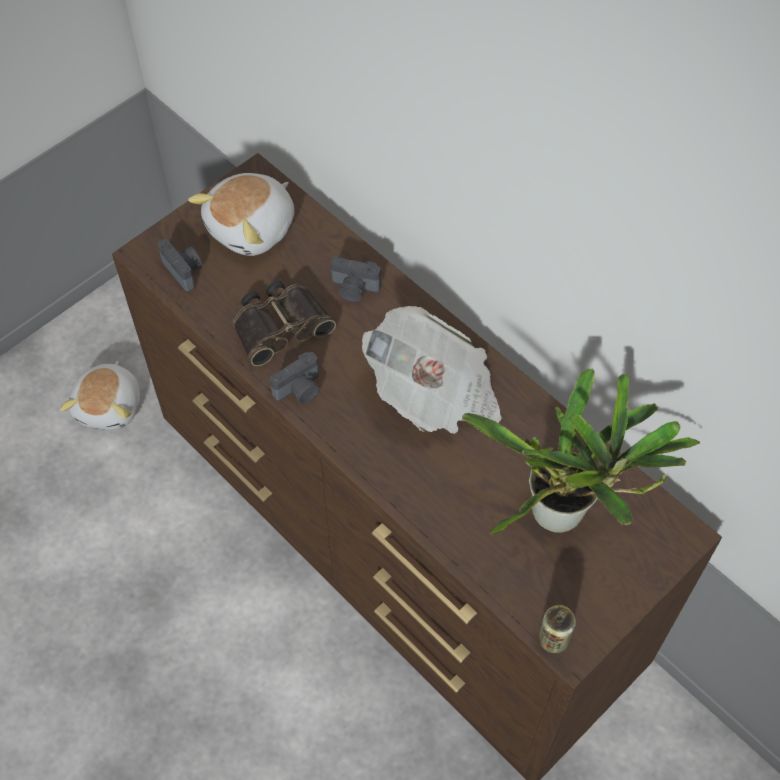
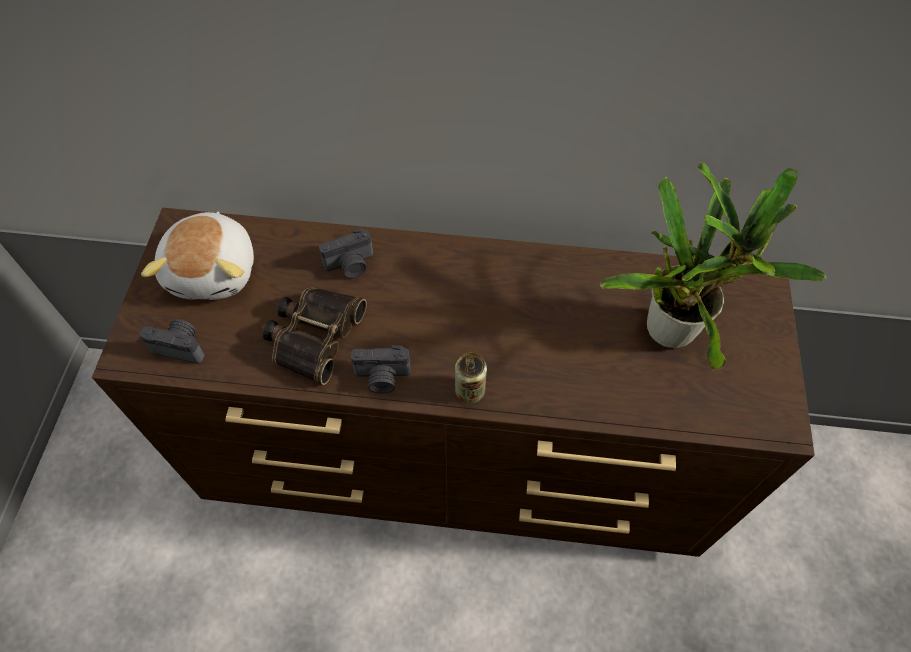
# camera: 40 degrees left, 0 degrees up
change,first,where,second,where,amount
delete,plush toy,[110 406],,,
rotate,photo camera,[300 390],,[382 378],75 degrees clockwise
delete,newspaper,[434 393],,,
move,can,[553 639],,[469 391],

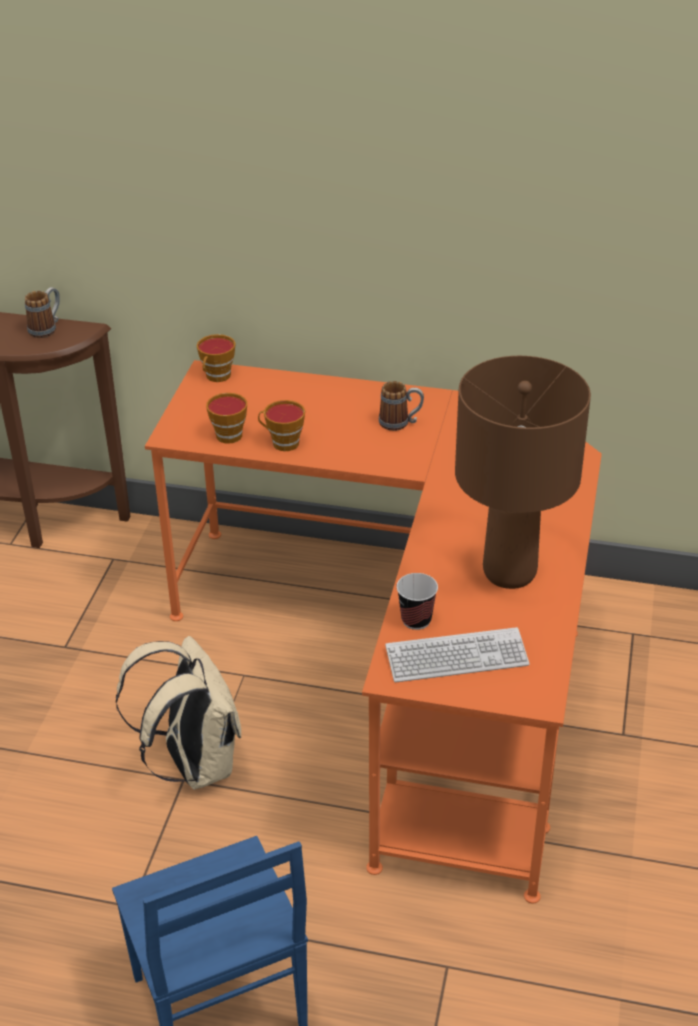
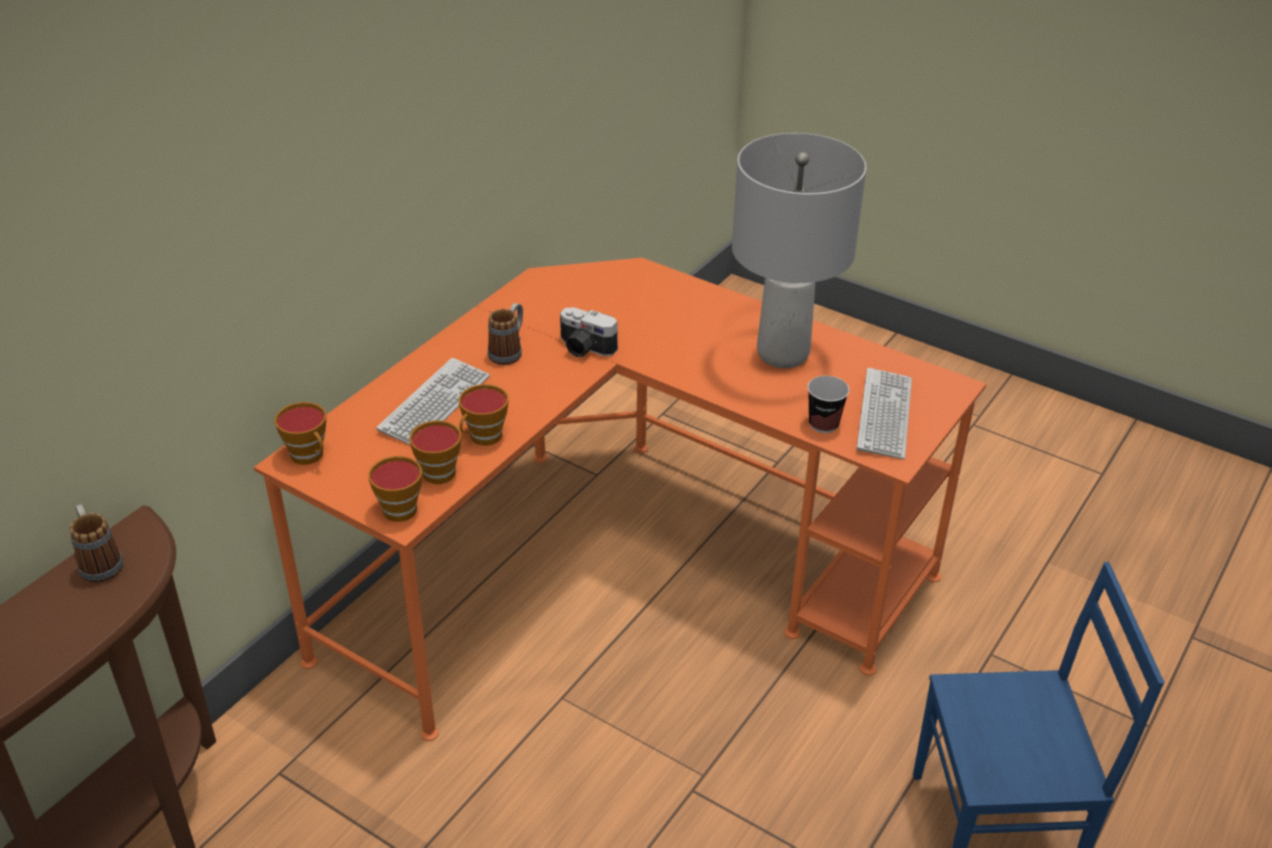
# camera: 70 degrees left, 0 degrees up
change,first,where,second,where,amount
delete,backpack (beige),[193 763],,,
recolor,table lamp (brown),[508 573],table lamp (grey),[783 354],
insert,,,cup,[398 507],
insert,,,keyboard,[434 404],
insert,,,photo camera,[584 348],

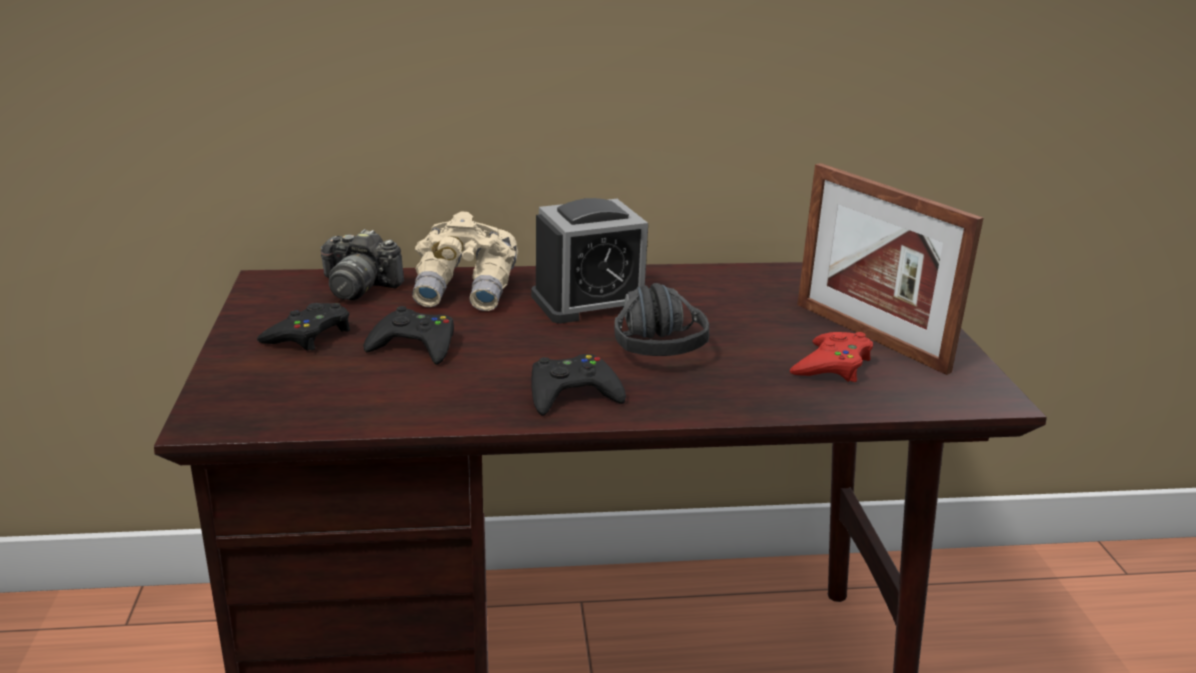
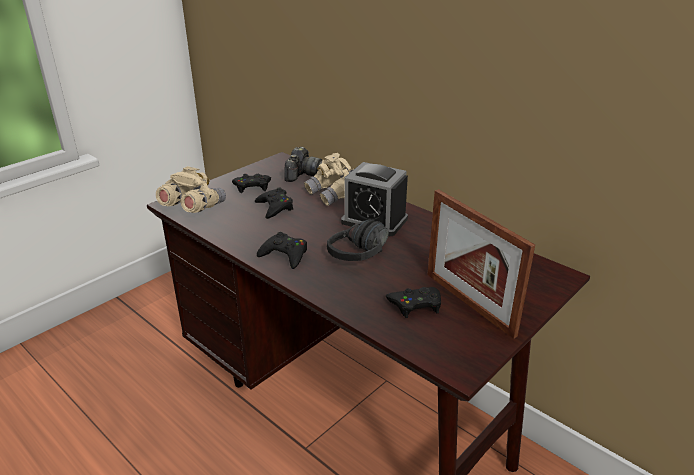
# camera: 50 degrees right, 5 degrees up
change,first,where,second,where,amount
rotate,photo camera,[359 287],,[304 175],135 degrees counterclockwise
recolor,game controller (red),[832 365],game controller (black),[415 305],
rotate,picture frame,[869 336],,[469 303],45 degrees counterclockwise
insert,,,binoculars (beige),[192 208],

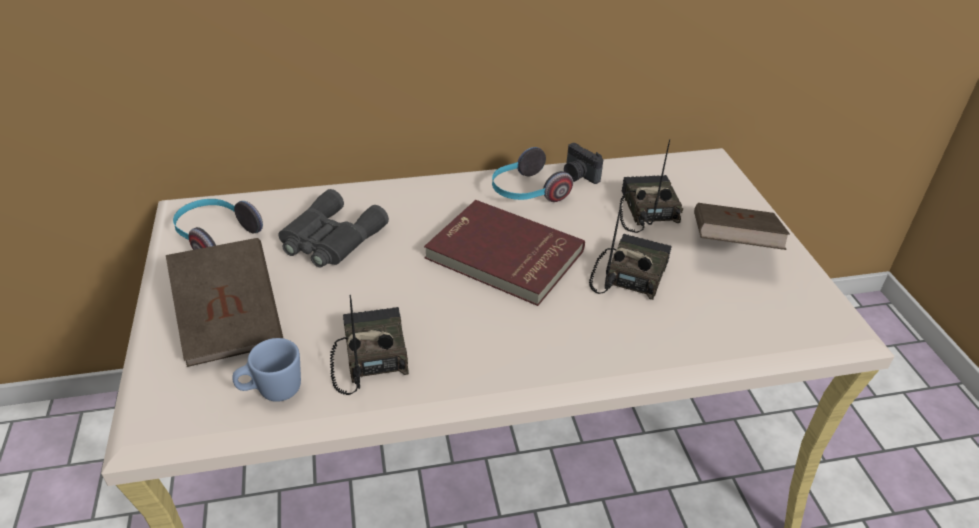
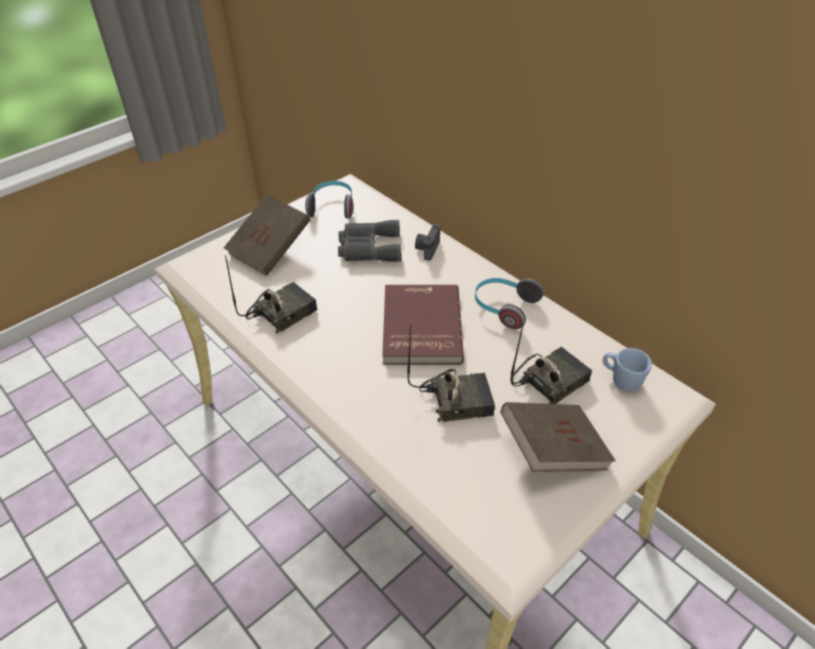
# camera: 60 degrees right, 5 degrees up
change,first,where,second,where,amount
move,mug (blue),[272 391],,[620 380],
move,photo camera,[578 176],,[427 249],

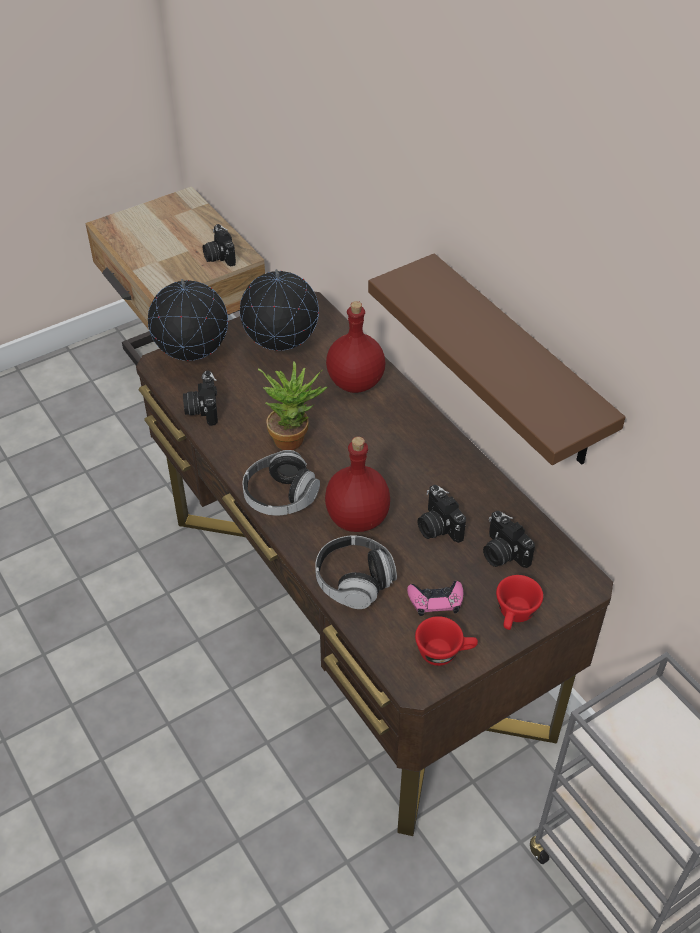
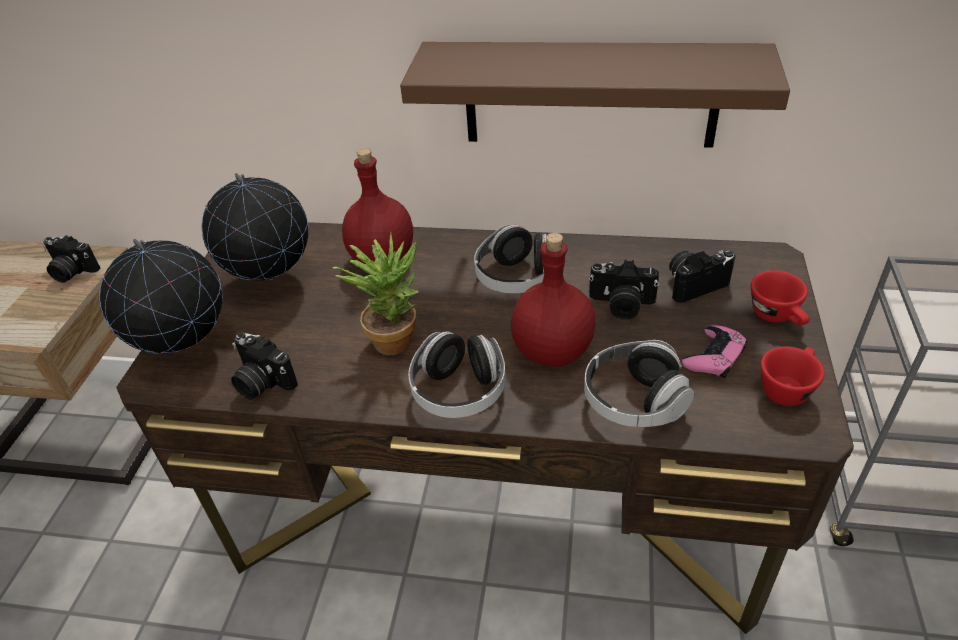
# camera: 45 degrees left, 5 degrees down
change,first,where,second,where,amount
rotate,photo camera,[502 553],,[694 284],150 degrees clockwise
insert,,,headphones,[516 278],

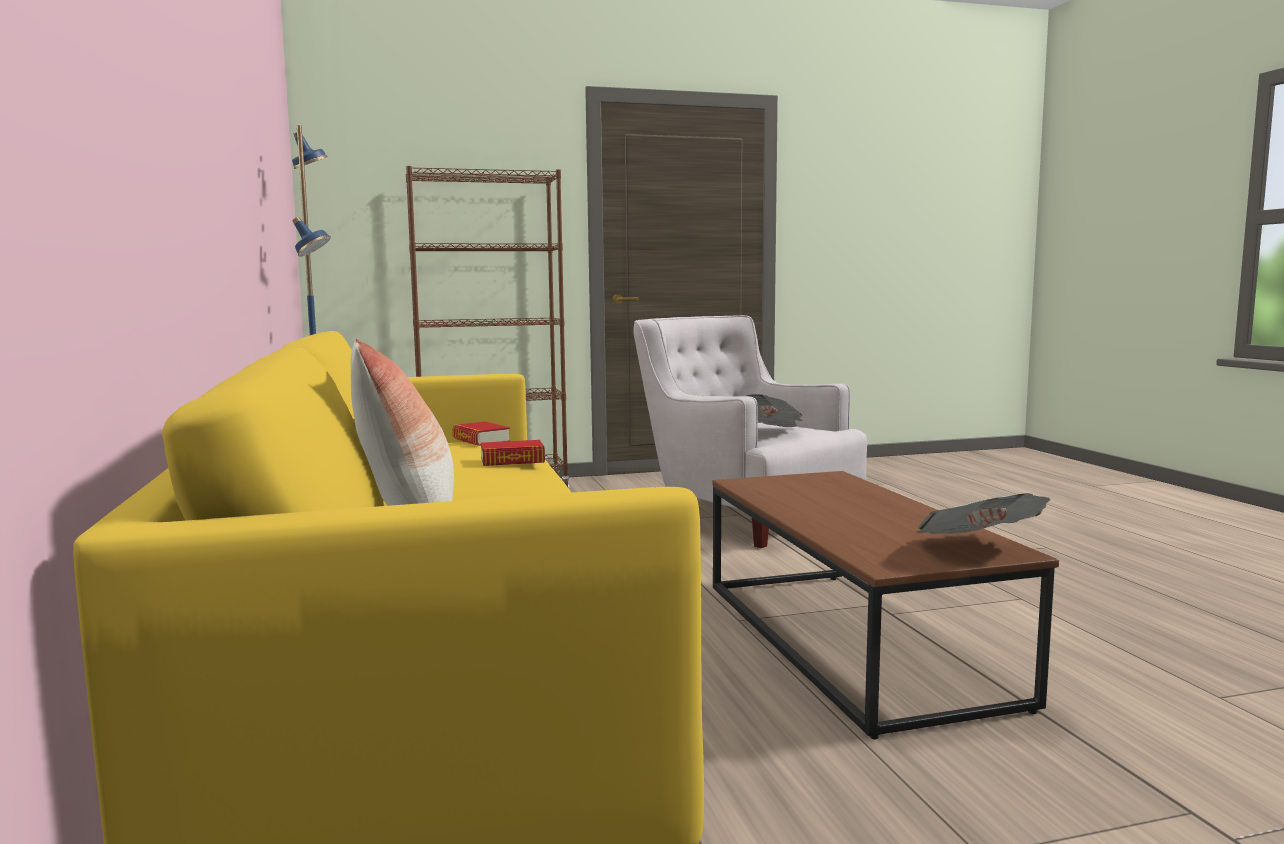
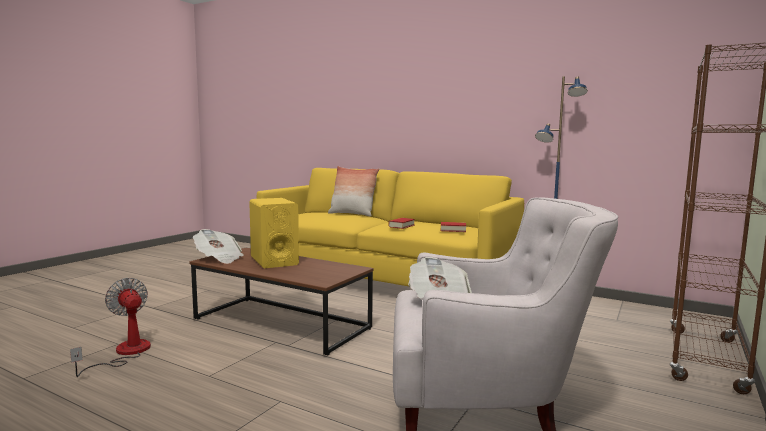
# camera: 135 degrees right, 0 degrees up
change,first,where,second,where,amount
insert,,,fan,[124 353],
insert,,,speaker (yellow),[274 261],

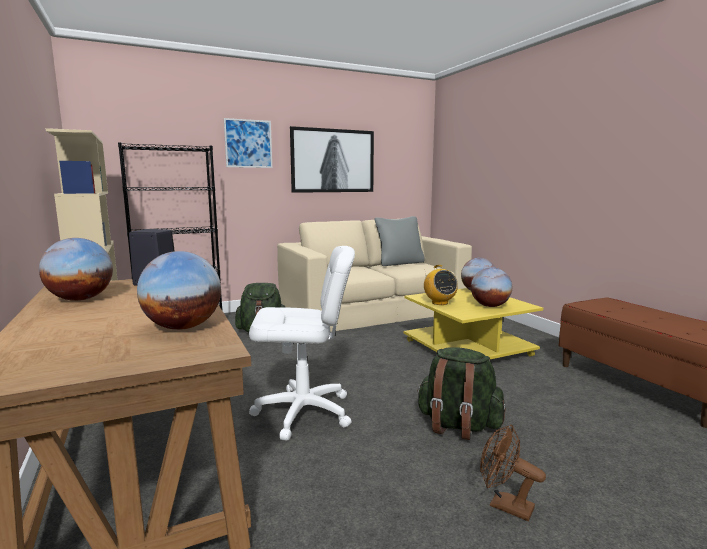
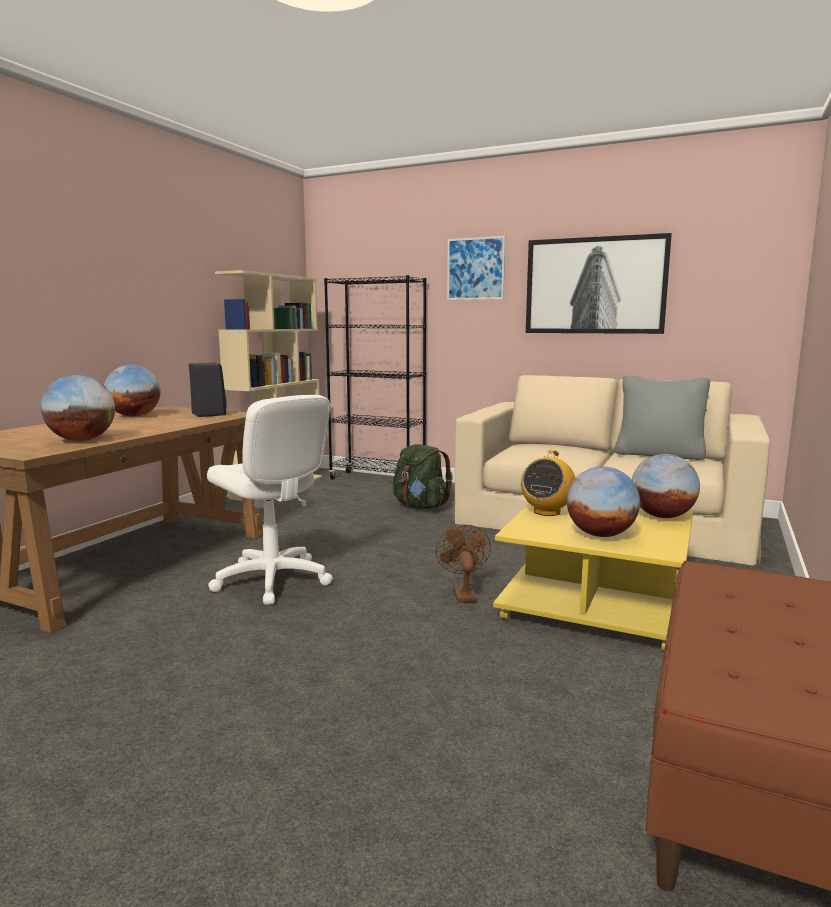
# camera: 50 degrees right, 0 degrees up
change,first,where,second,where,amount
delete,backpack (green),[458 425],,,
move,fan (brown),[504 505],,[463 593],

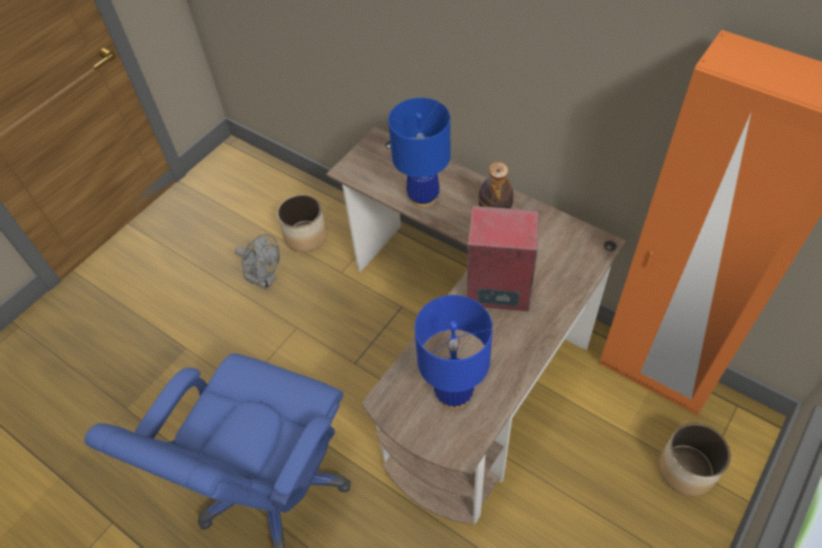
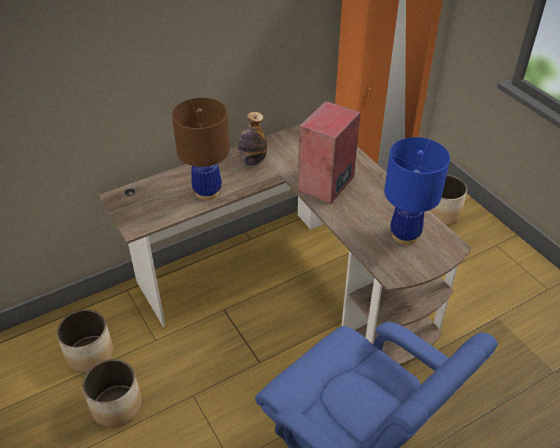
# camera: 70 degrees left, 10 degrees down
change,first,where,second,where,amount
replace,fan (grey),[265 280],planter,[116 406],
recolor,table lamp (blue),[423 198],table lamp (brown),[207 192],

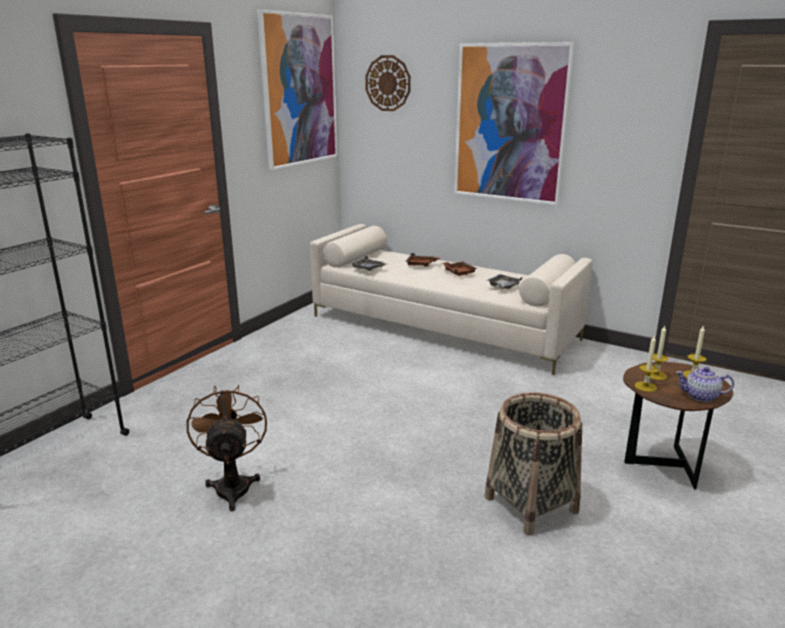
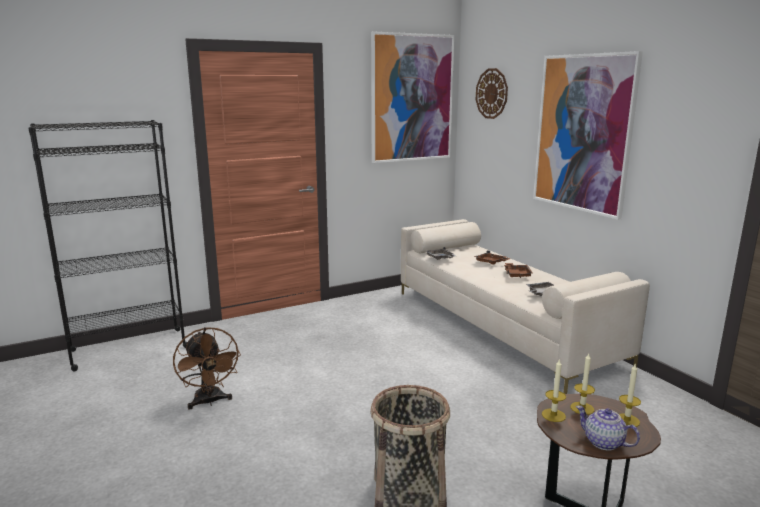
# camera: 30 degrees right, 5 degrees down
change,first,where,second,where,amount
rotate,fan (brown),[233 485],,[209 402],135 degrees clockwise

